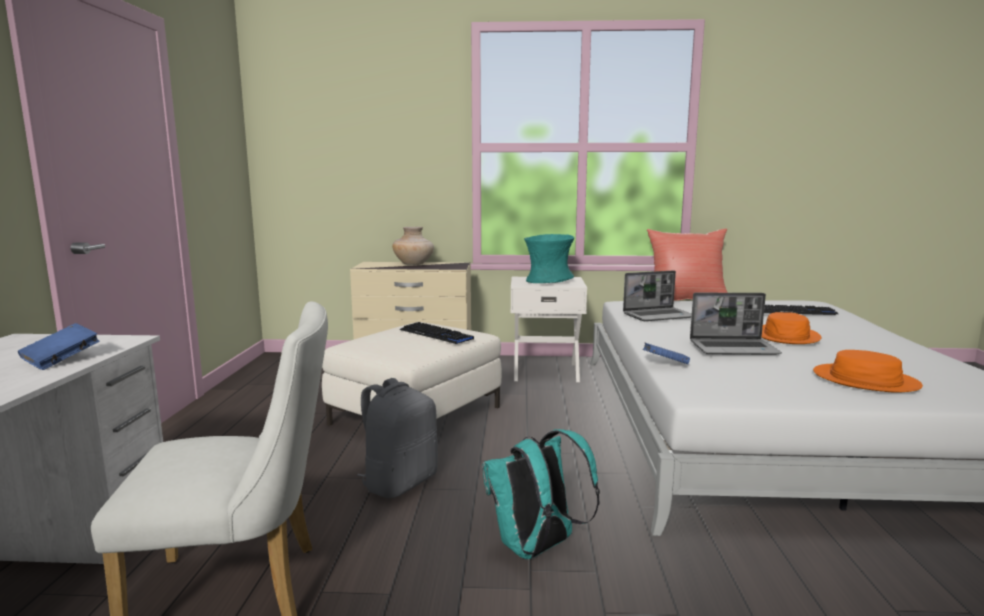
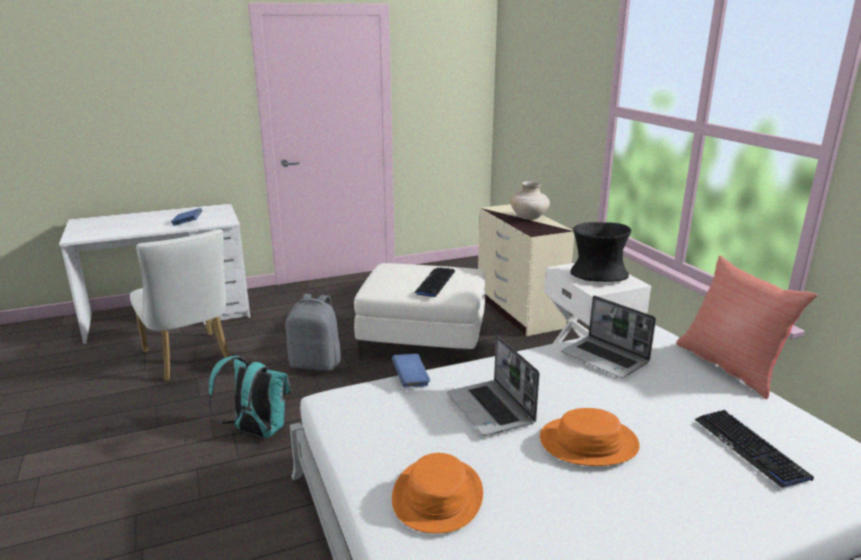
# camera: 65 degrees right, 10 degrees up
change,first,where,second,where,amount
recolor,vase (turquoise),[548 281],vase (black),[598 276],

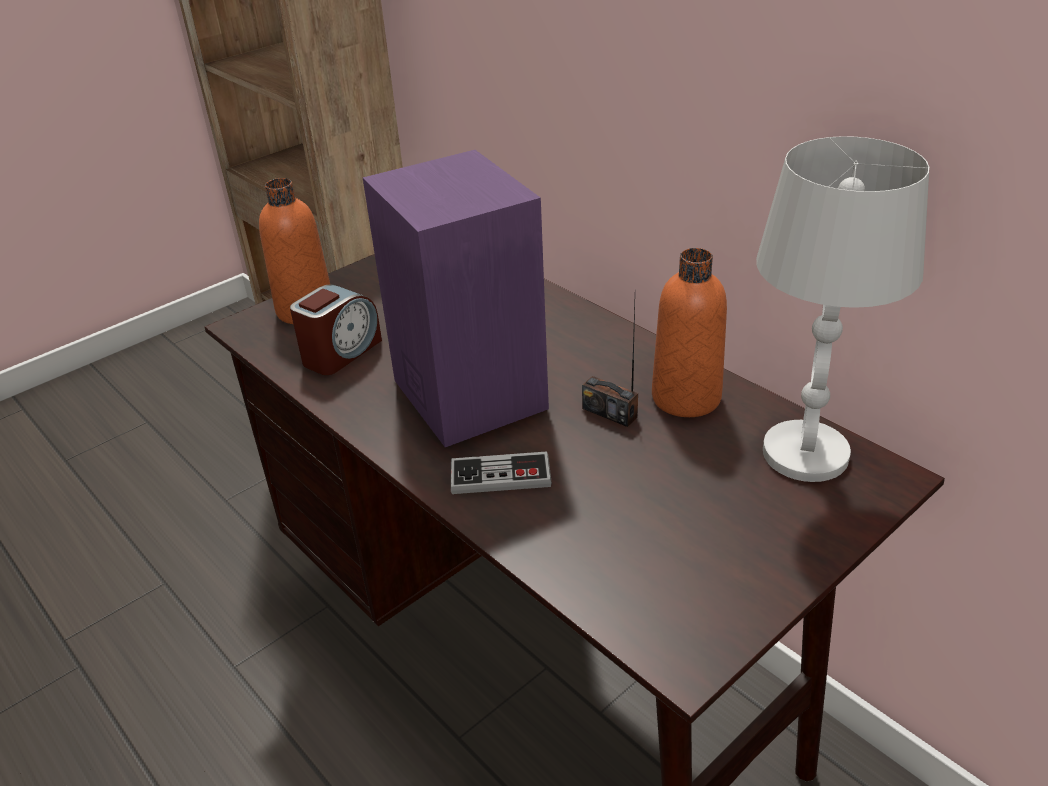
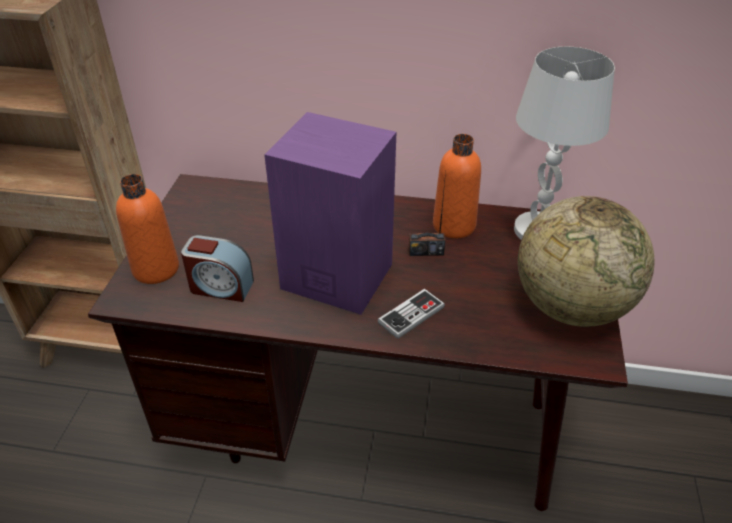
# camera: 40 degrees left, 5 degrees up
change,first,where,second,where,amount
rotate,alarm clock,[341 352],,[220 287],105 degrees clockwise
insert,,,globe,[570 306],

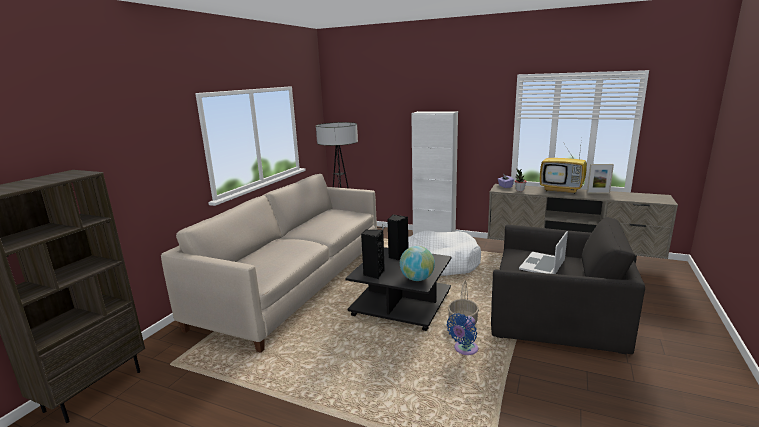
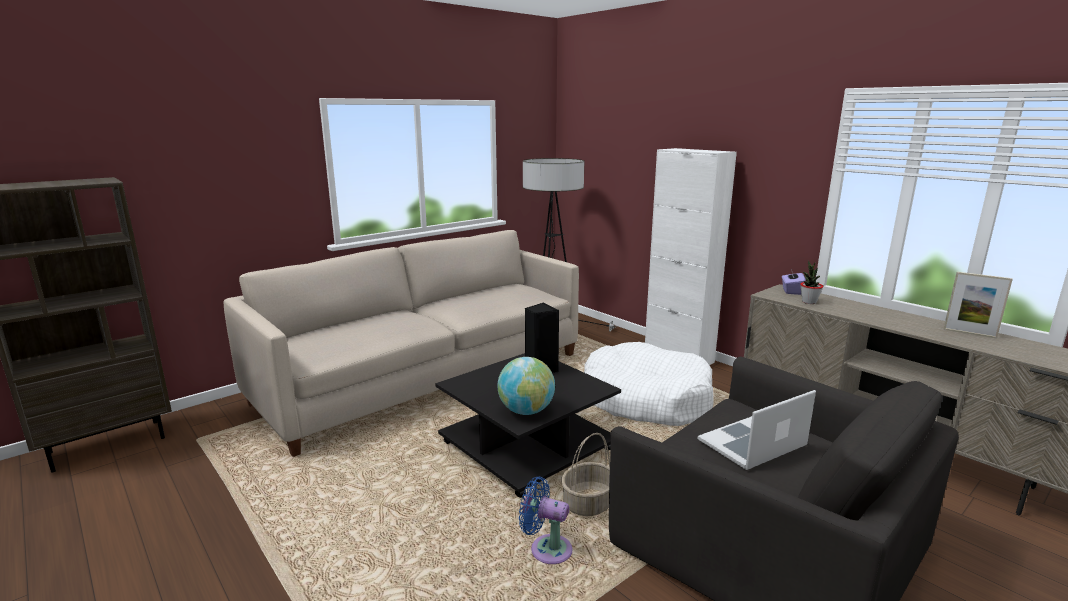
# camera: 25 degrees right, 0 degrees up
change,first,where,second,where,amount
delete,speaker (black),[373 274],,,
rotate,fan (blue),[464 350],,[546 549],45 degrees clockwise
delete,television,[562 190],,,

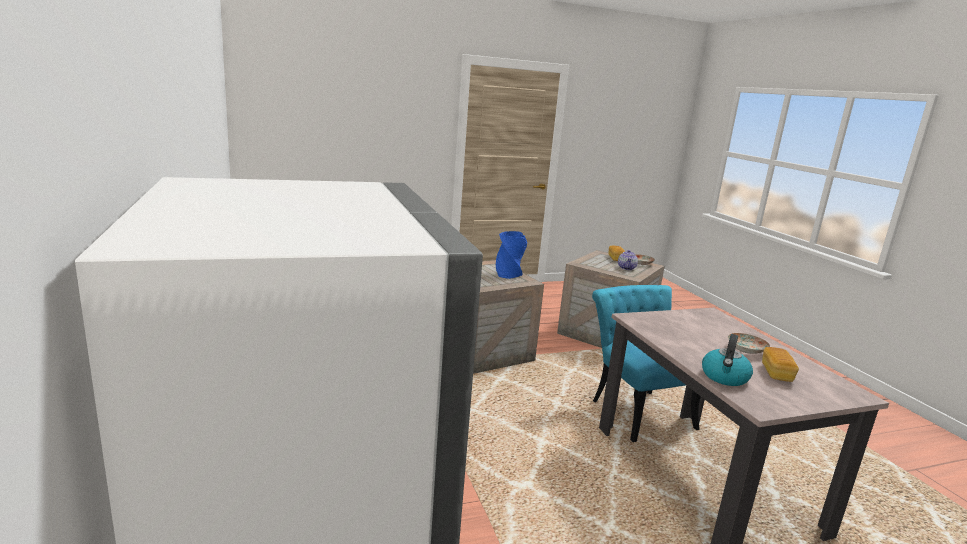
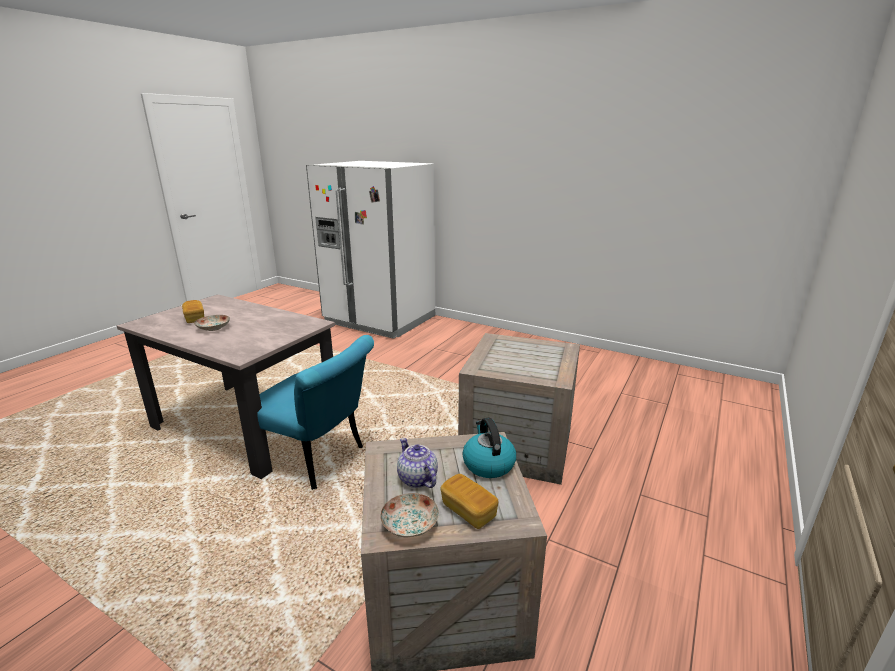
# camera: 140 degrees right, 5 degrees up
change,first,where,second,where,amount
delete,vase (blue),[508 274],,,
move,kettle,[724 377],,[488 464],

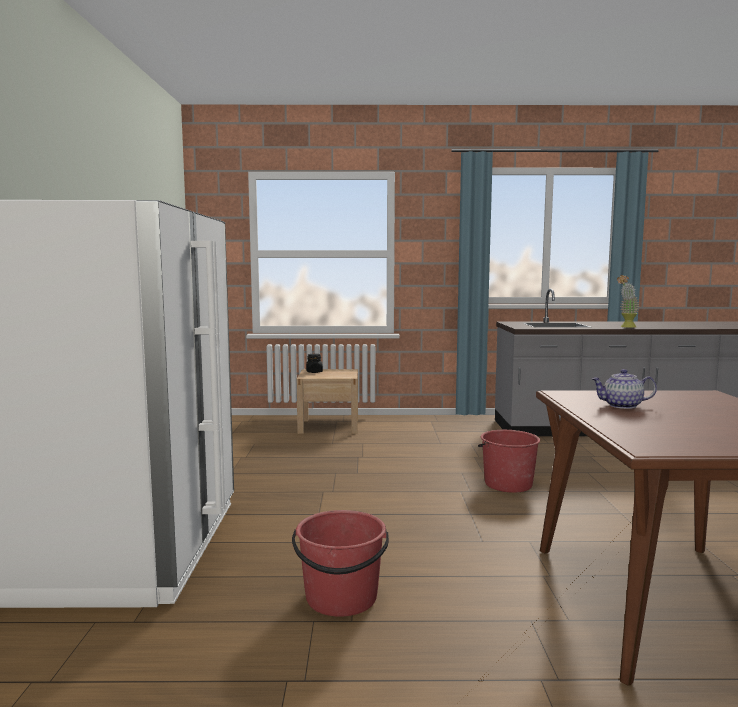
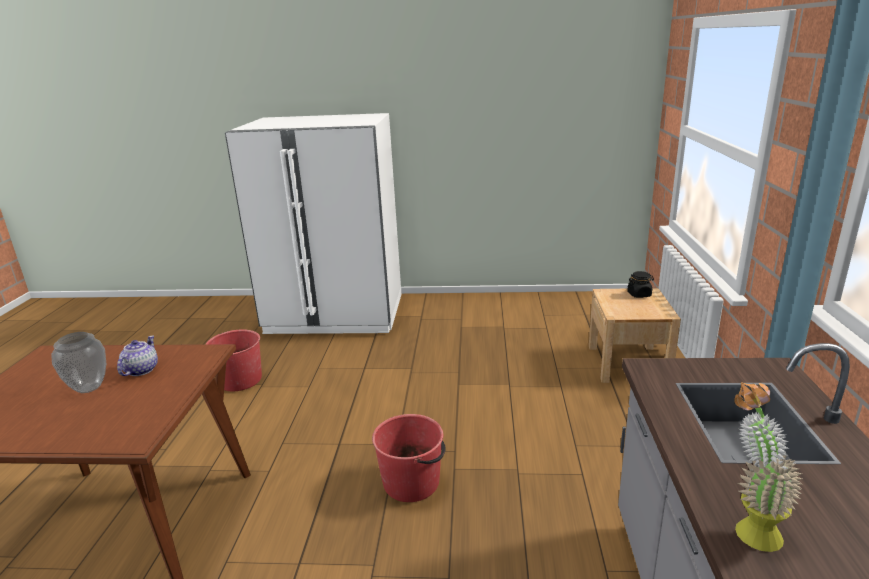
# camera: 95 degrees right, 15 degrees up
change,first,where,second,where,amount
insert,,,vase,[90 388],

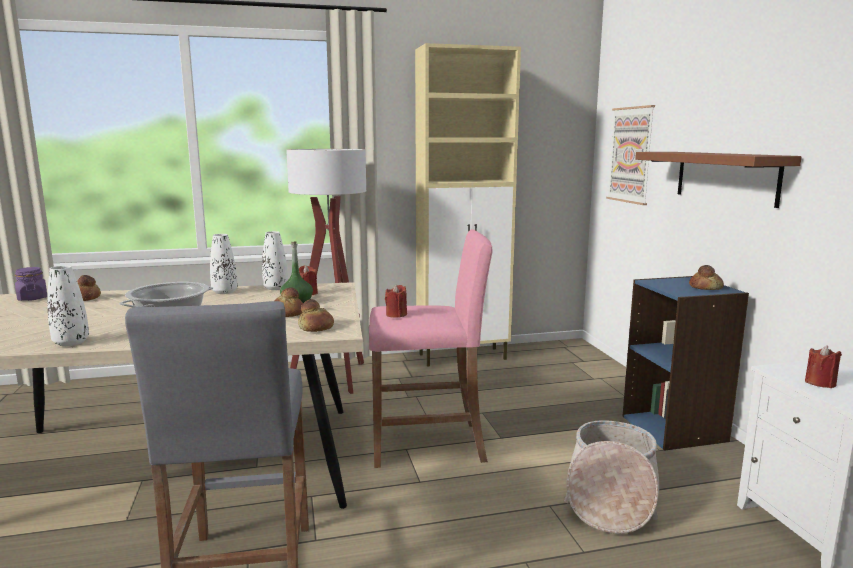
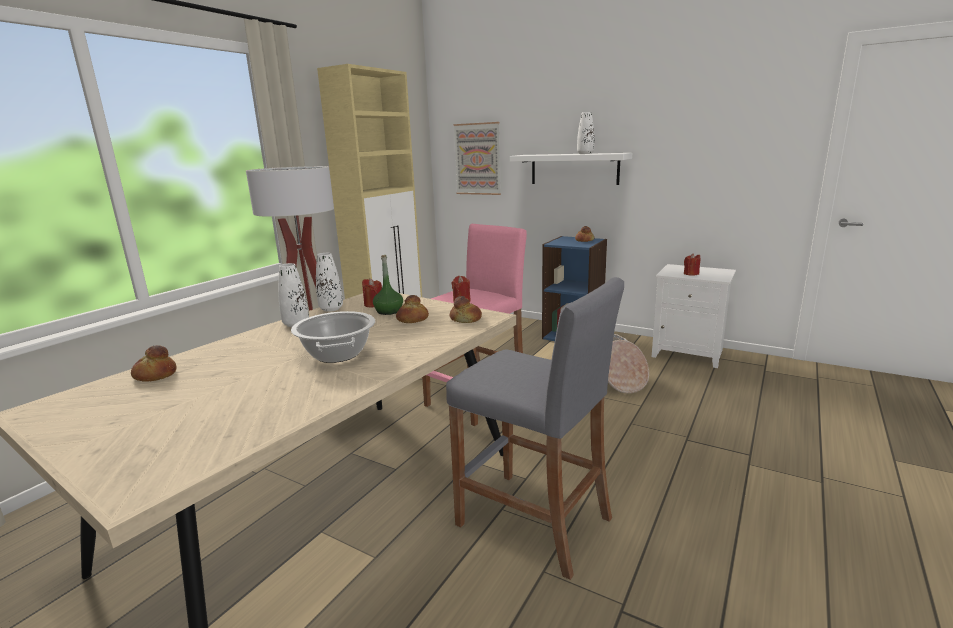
# camera: 45 degrees left, 5 degrees up
change,first,where,second,where,amount
delete,jar (purple),[32 298],,,
move,vase (white),[71 342],,[585 153],
recolor,shelf (brown),[725 177],shelf (white),[574 169],

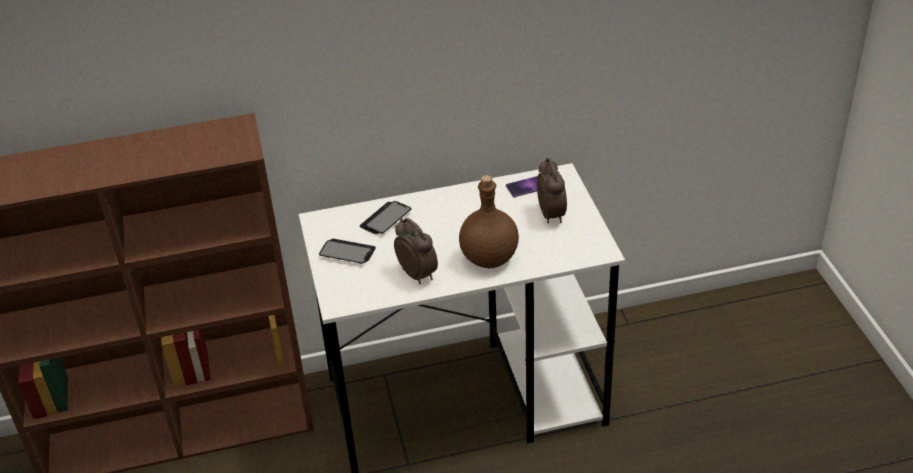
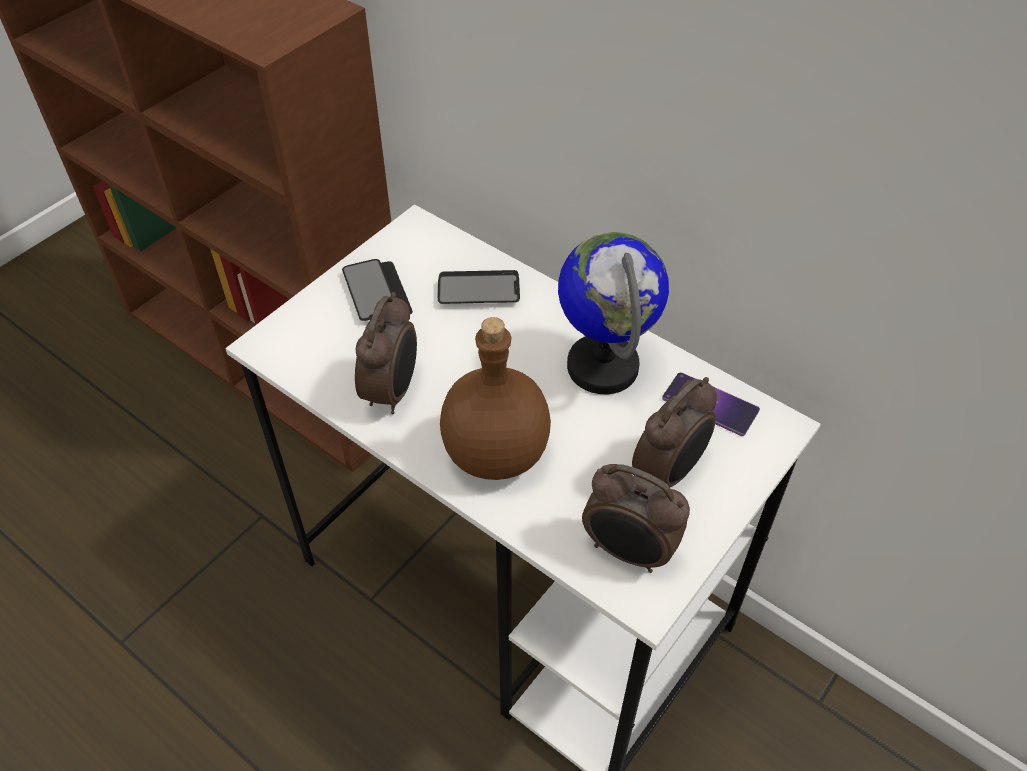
# camera: 50 degrees right, 10 degrees up
change,first,where,second,where,amount
insert,,,globe,[603 366],
insert,,,alarm clock,[628 552],

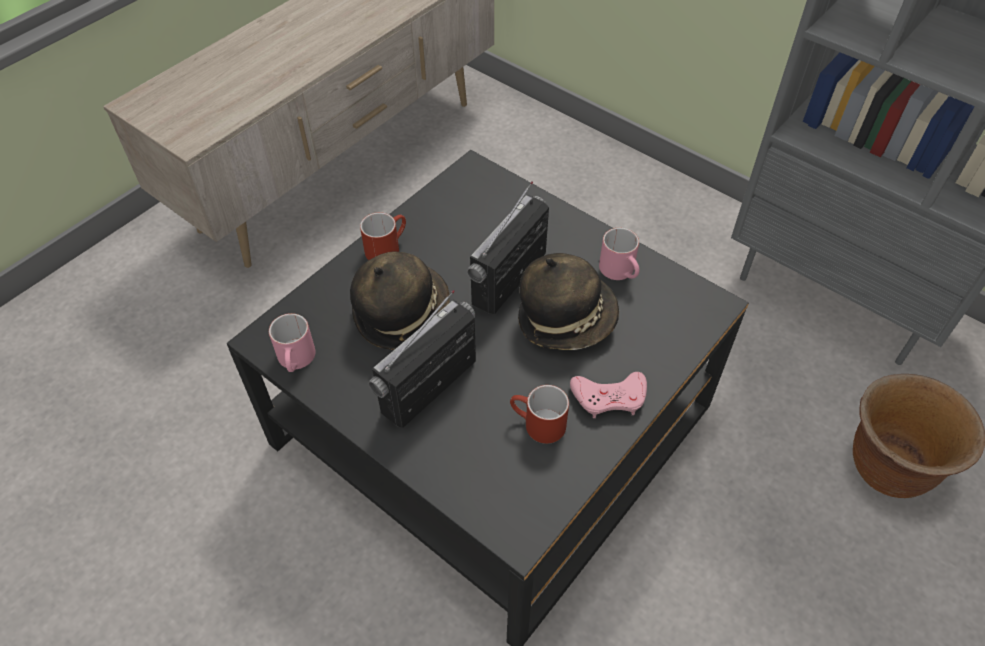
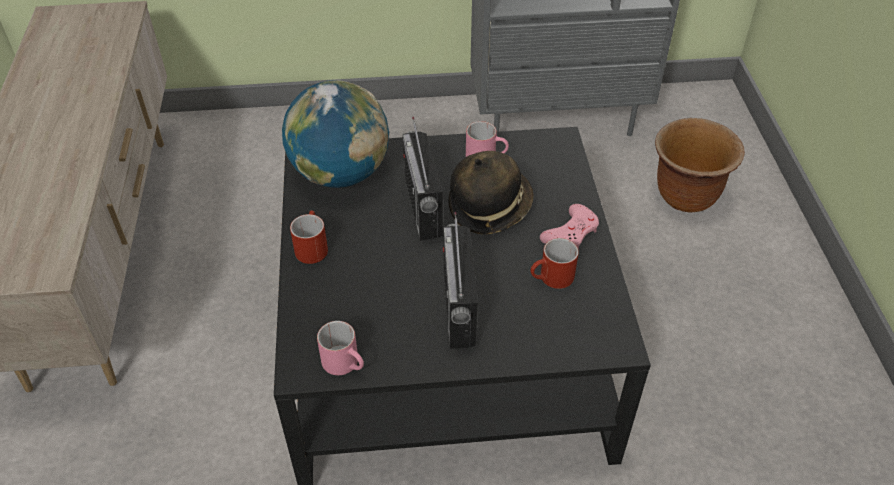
# camera: 45 degrees left, 5 degrees down
change,first,where,second,where,amount
delete,hat,[401 313],,,
insert,,,globe,[340 174],

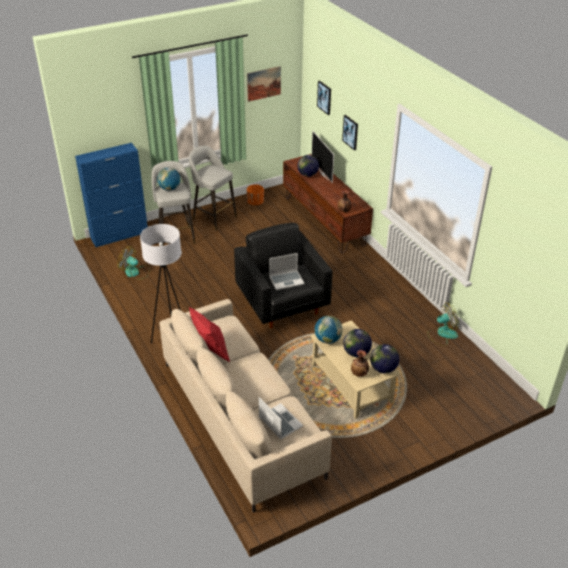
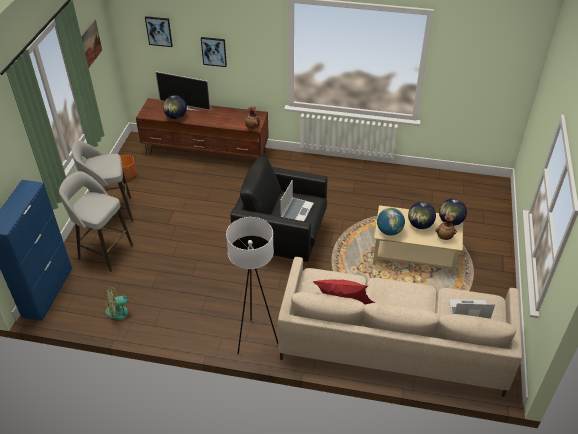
# camera: 50 degrees left, 5 degrees up
change,first,where,second,where,amount
delete,globe,[169 188],,,
delete,fan,[442 334],,,

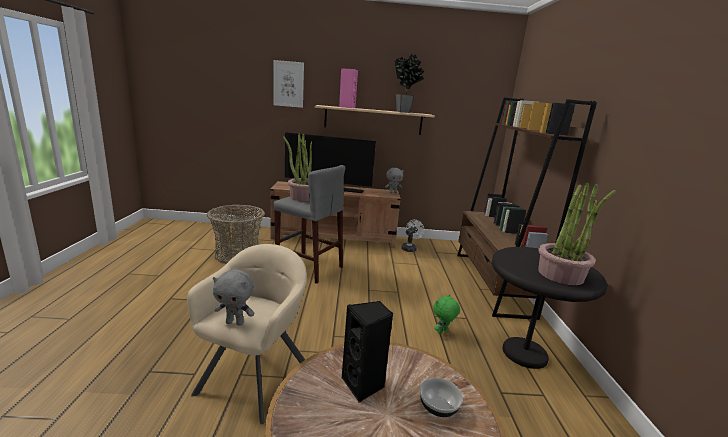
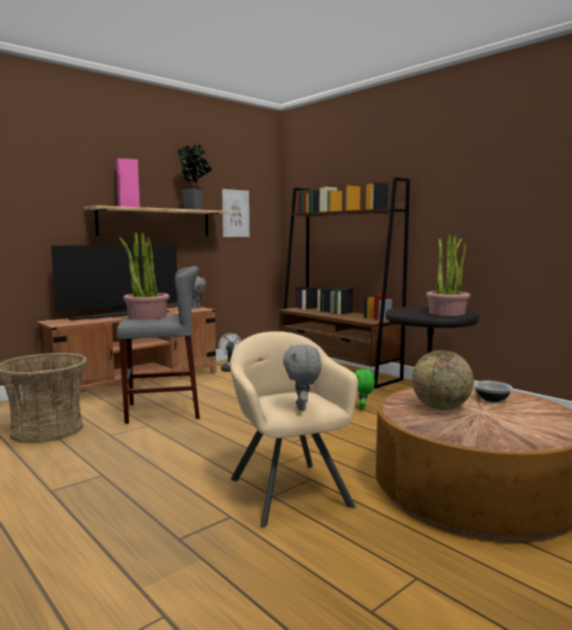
# camera: 40 degrees left, 10 degrees down
change,first,where,second,where,amount
rotate,plush toy (grey),[235 322],,[302 408],120 degrees clockwise
move,picture,[288 84],,[235 213],
replace,speaker (black),[364 385],globe,[441 408],

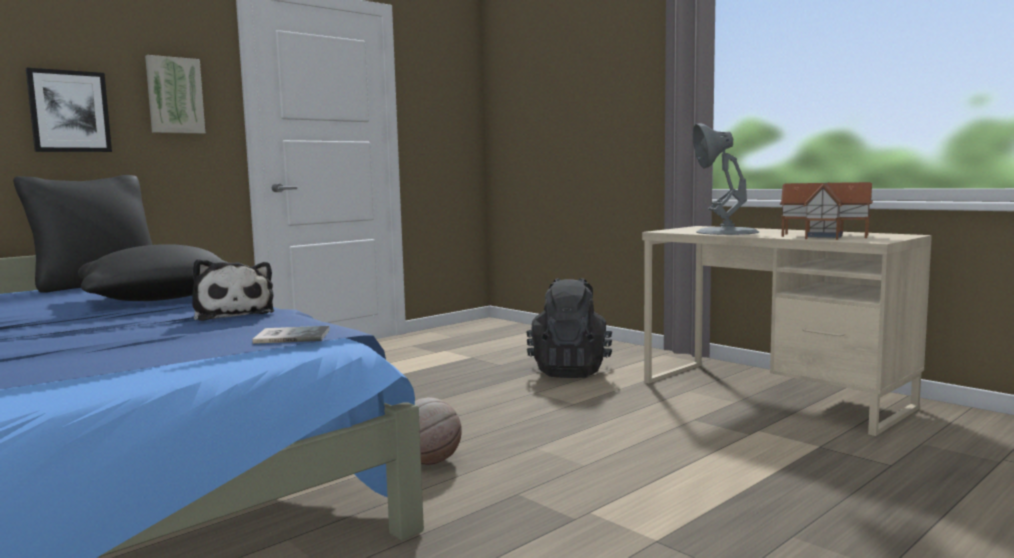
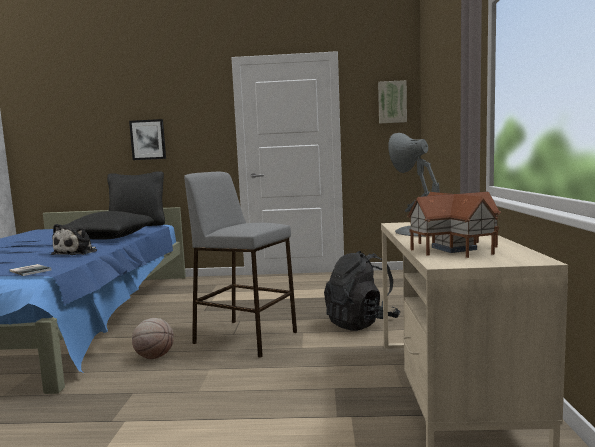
# camera: 45 degrees right, 0 degrees up
change,first,where,second,where,amount
move,picture,[174 95],,[392 102],
insert,,,stool (grey),[245 337],

